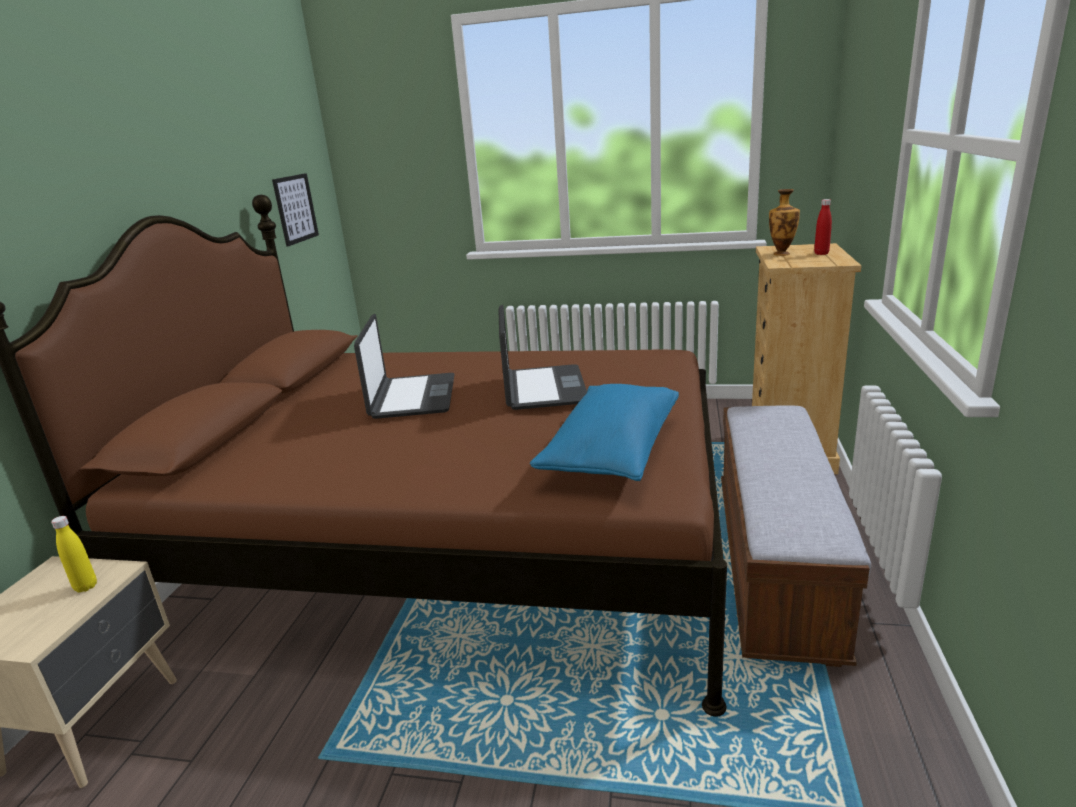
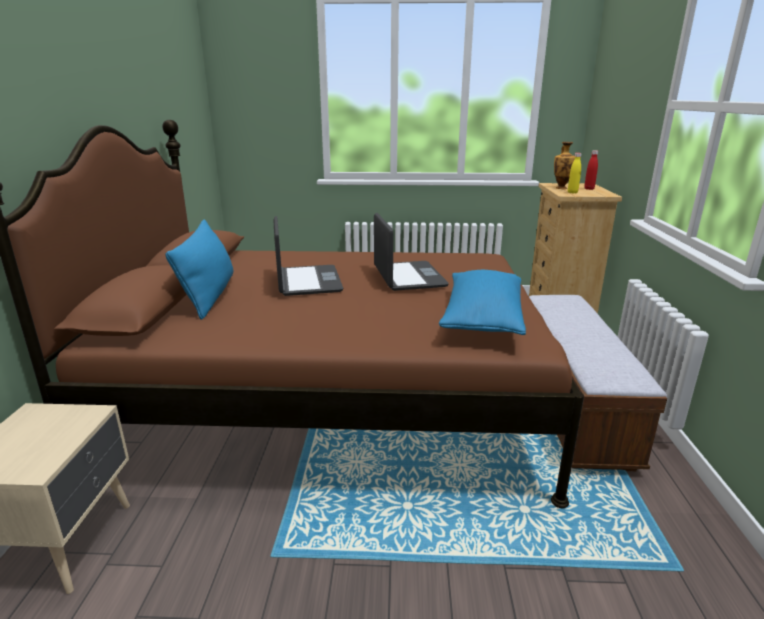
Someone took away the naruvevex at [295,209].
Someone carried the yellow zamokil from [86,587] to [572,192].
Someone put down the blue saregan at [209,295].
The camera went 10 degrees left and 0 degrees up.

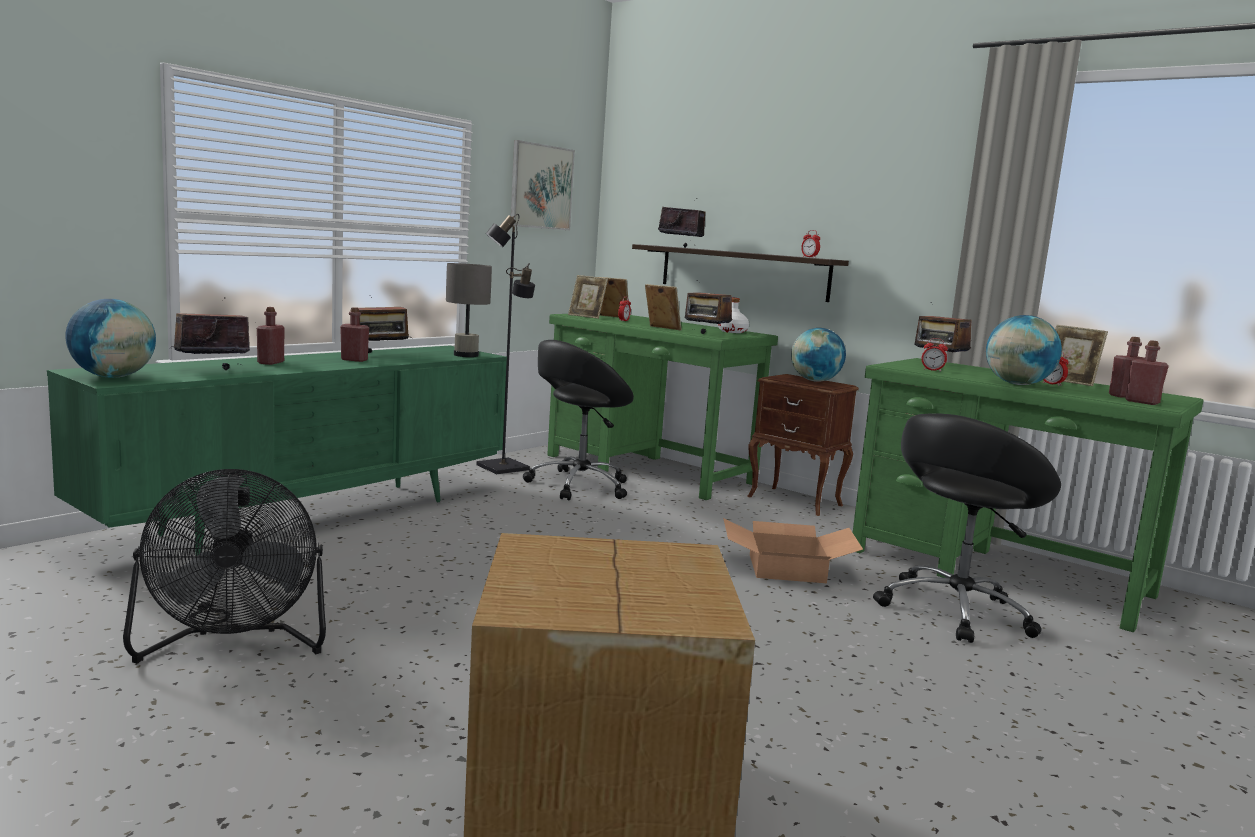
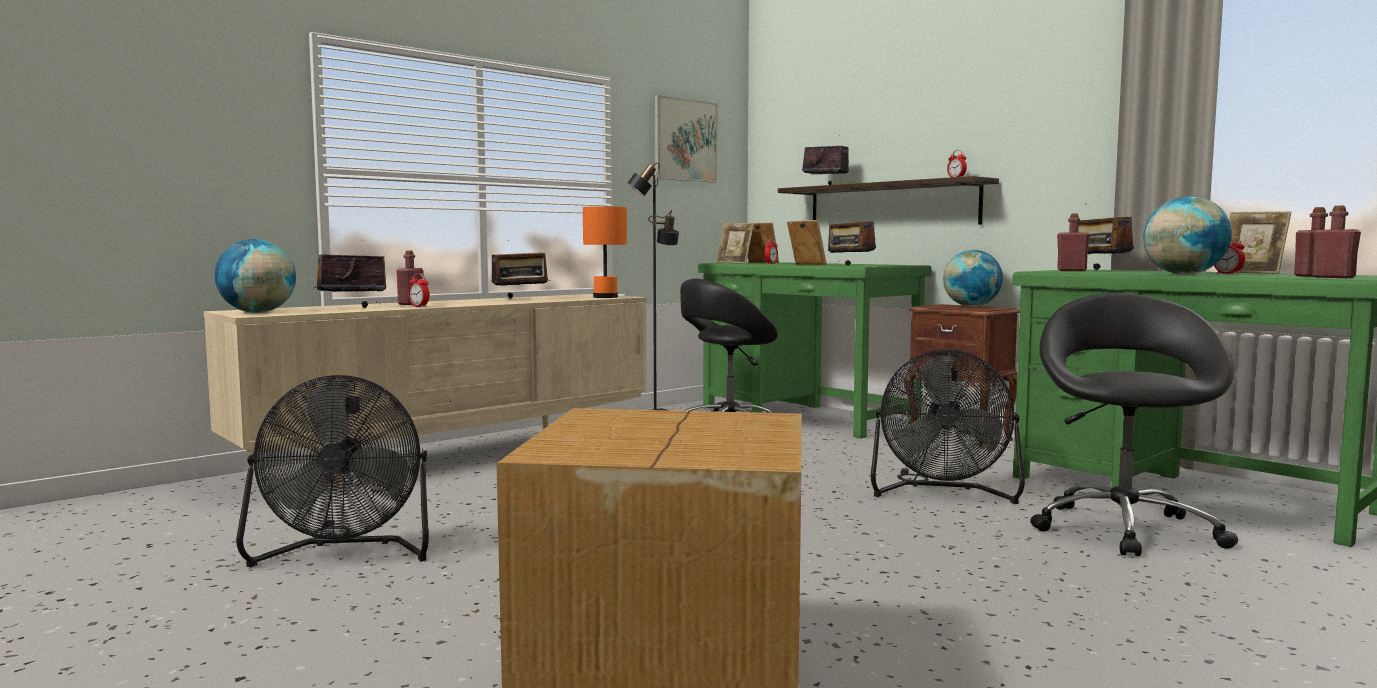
Someone repainted the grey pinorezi at [465,355], which became the orange pinorezi at [605,297].
Someone took away the white zamokil at [732,331].
Someone carried the red zamokil from [354,360] to [1071,271].
Someone carried the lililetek from [932,370] to [419,306].
Someone repainted the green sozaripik at [312,517], which became the beige sozaripik at [456,457].
Someone rotated the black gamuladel at [953,612] by 135 degrees clockwise.
Someone swapped the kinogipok at [787,568] for the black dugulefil at [937,492].
The camera went 10 degrees right and 5 degrees down.

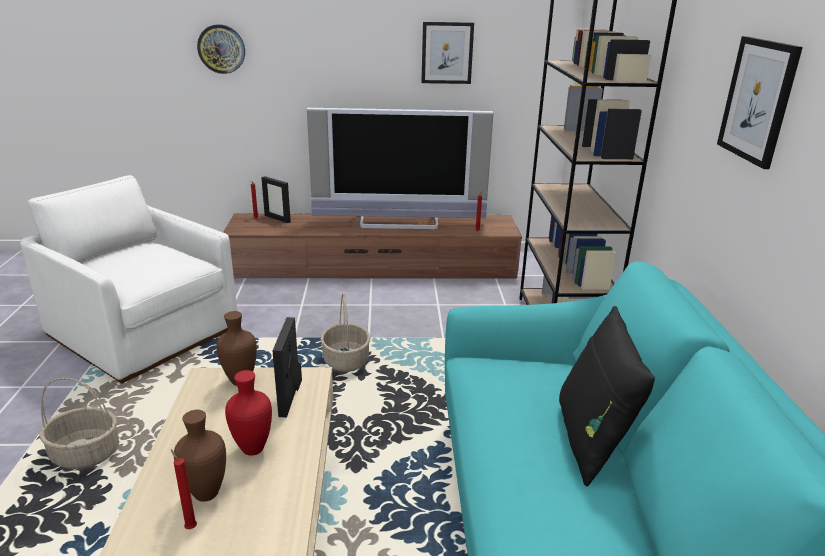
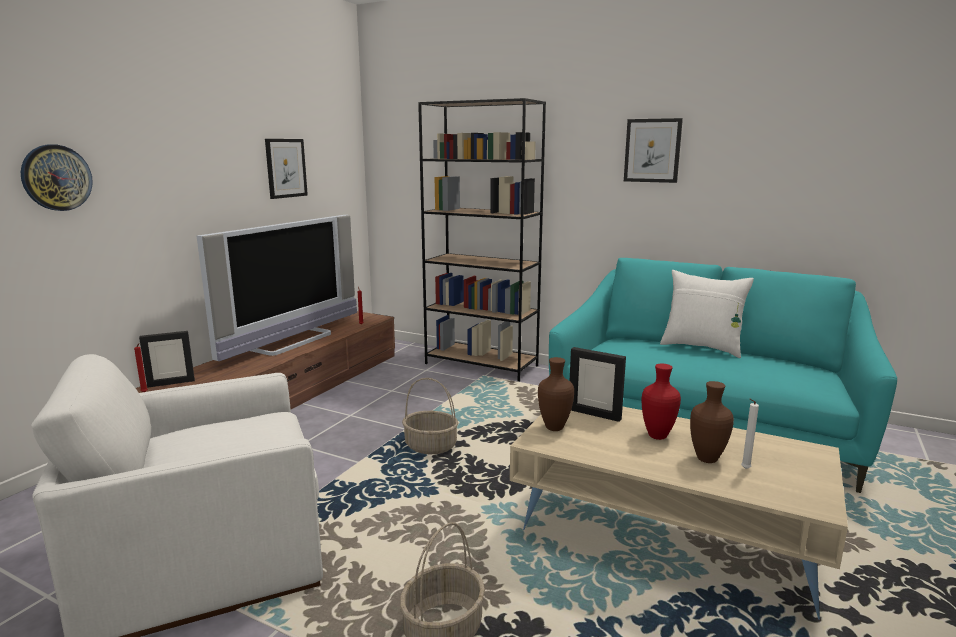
Someone repainted the black saregan at [591,441], which became the white saregan at [701,348].
Someone repainted the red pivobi at [190,527], which became the white pivobi at [744,469].
The camera went 60 degrees left and 10 degrees down.

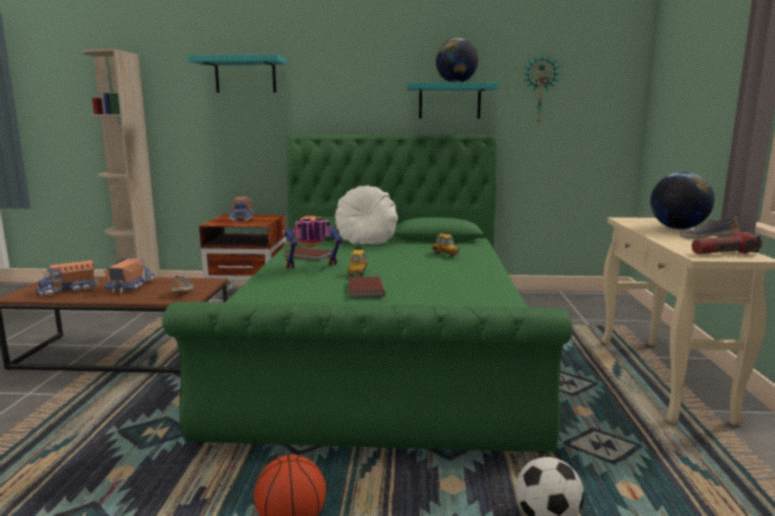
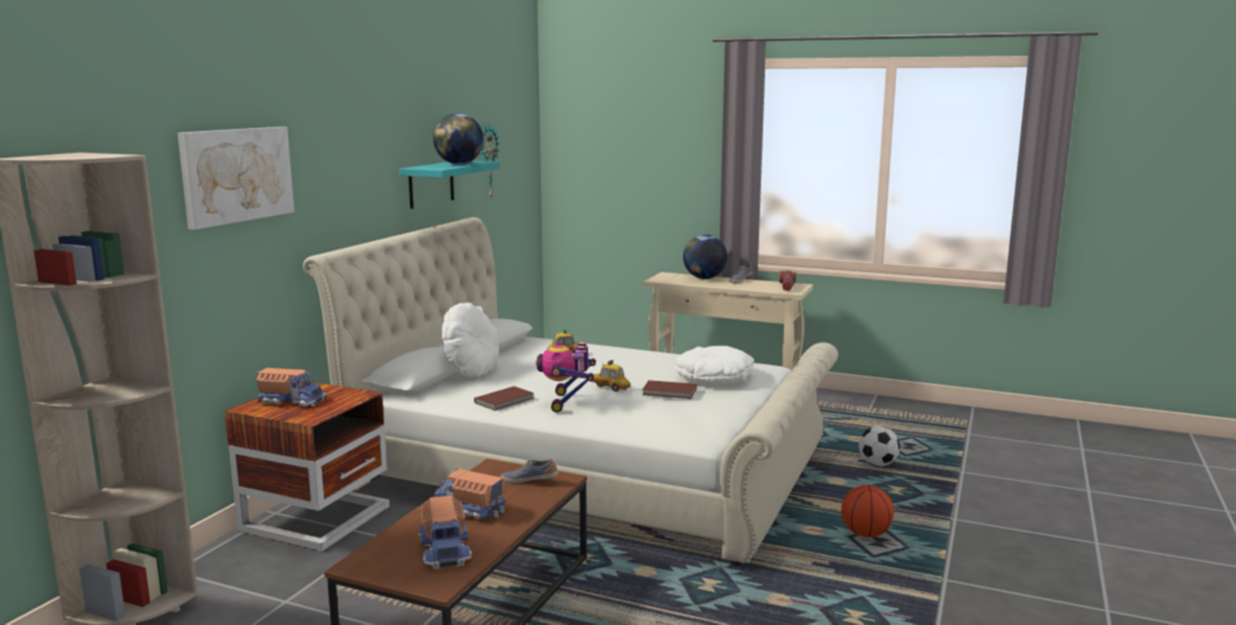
Someone swapped the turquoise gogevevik at [245,76] for the naruvevex at [236,175].
Someone repainted the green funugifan at [382,347], which became the beige funugifan at [587,466].
Someone put down the white saregan at [713,378].
The camera went 70 degrees left and 0 degrees up.

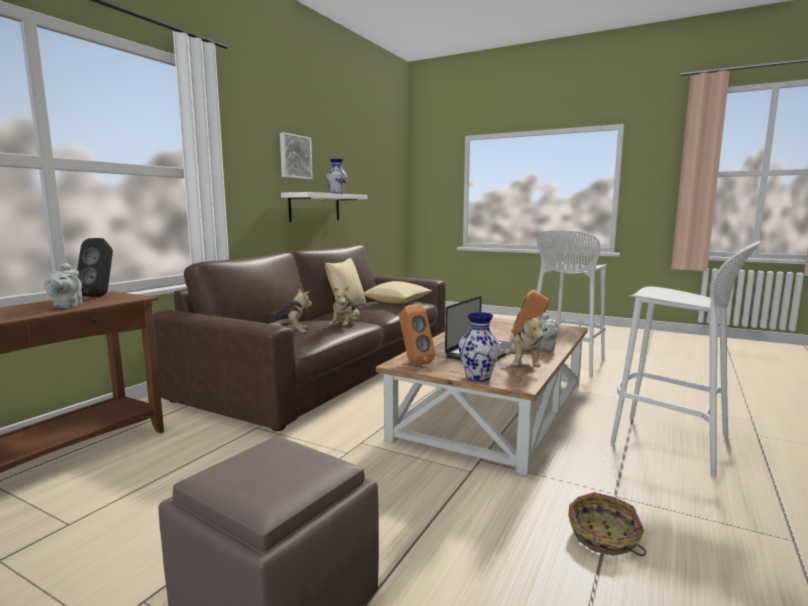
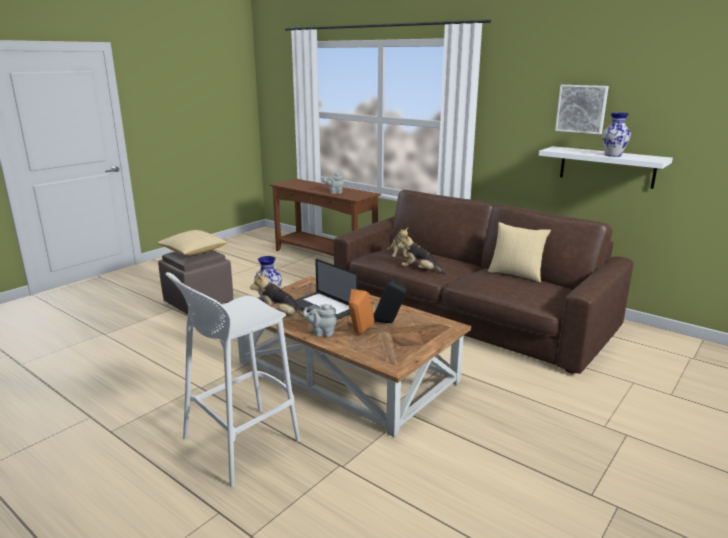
Someone took away the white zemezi at [567,363].
Someone carried the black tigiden from [100,296] to [389,322].
Someone carried the saregan from [398,302] to [192,252].
Someone took away the orange tigiden at [414,362].
Someone took away the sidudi at [604,537].
The camera went 100 degrees right and 10 degrees up.

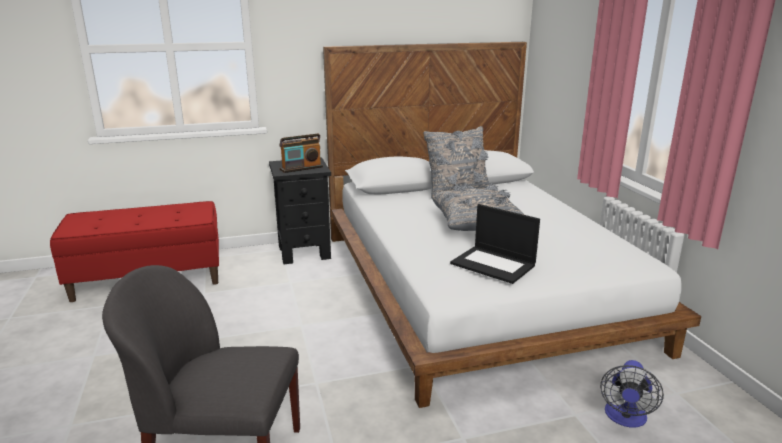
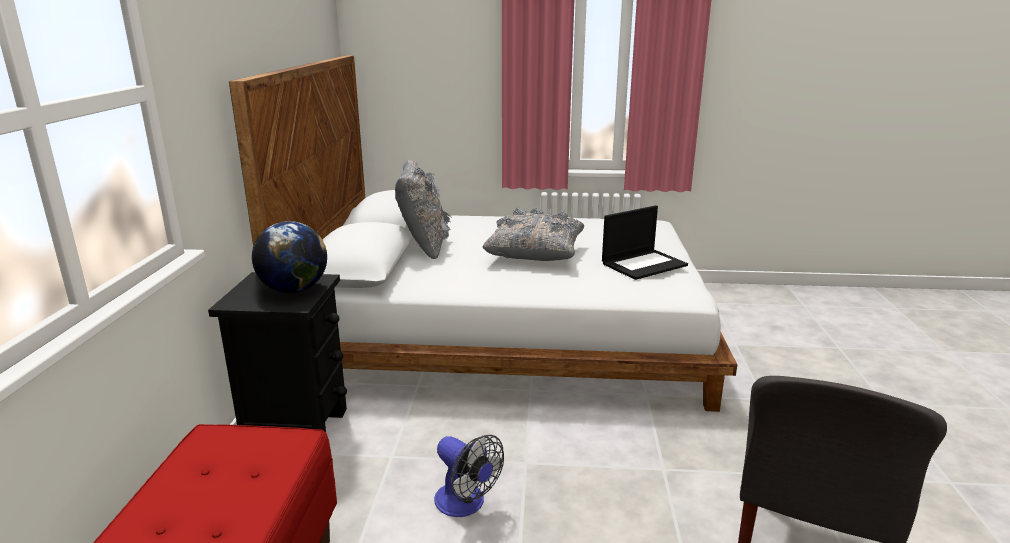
Someone swapped the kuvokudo at [301,168] for the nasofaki at [294,290].
Someone carried the dugulefil from [625,418] to [466,504].
The camera went 70 degrees left and 0 degrees up.

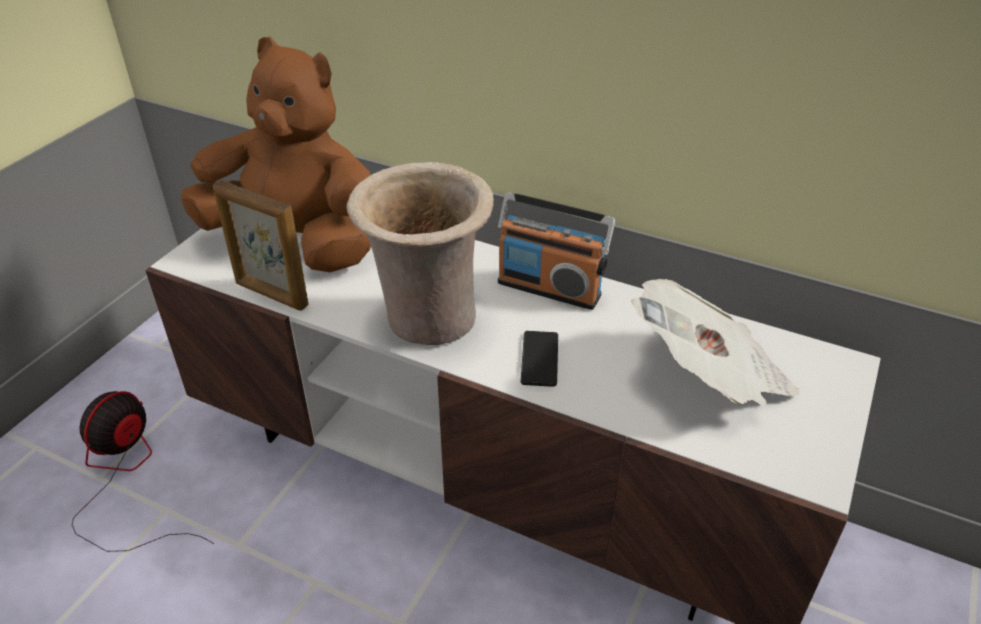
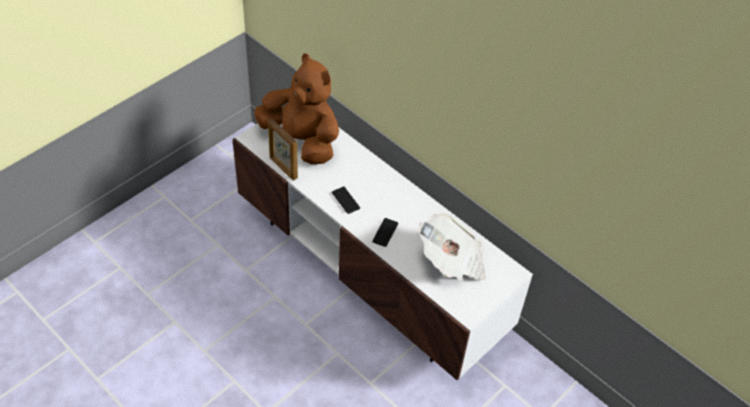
Someone swapped the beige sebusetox at [427,321] for the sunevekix at [345,200].
Someone took away the kuvokudo at [549,288].
Someone took away the dugulefil at [127,479].
The camera went 15 degrees right and 10 degrees up.

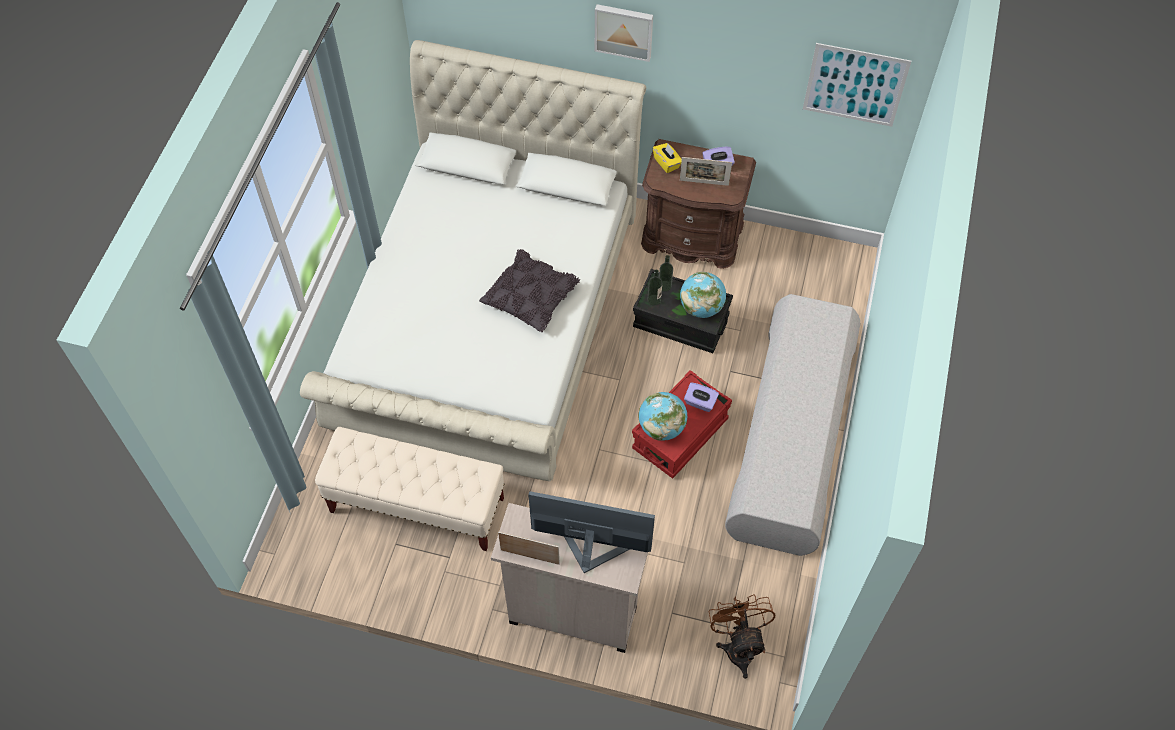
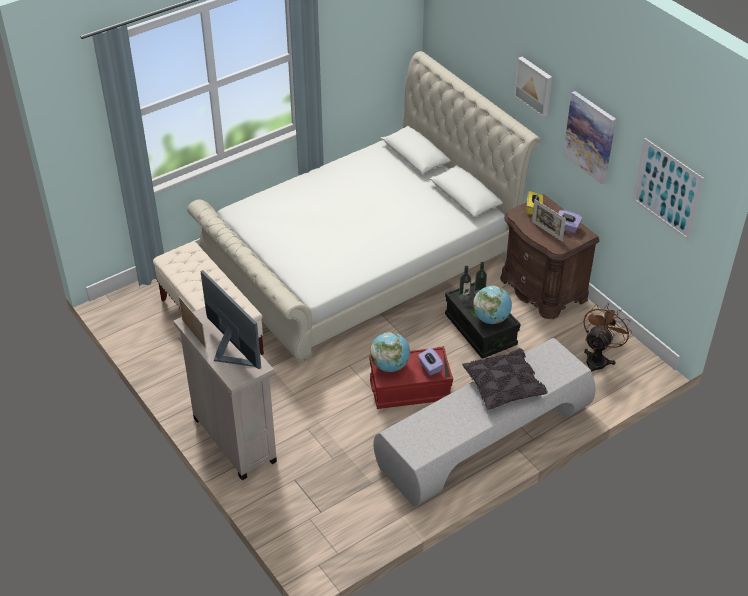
Someone carried the black saregan from [530,297] to [504,386].
Someone carried the brown dugulefil from [738,646] to [598,359].
Someone put up the naruvevex at [590,137].
The camera went 40 degrees right and 15 degrees down.

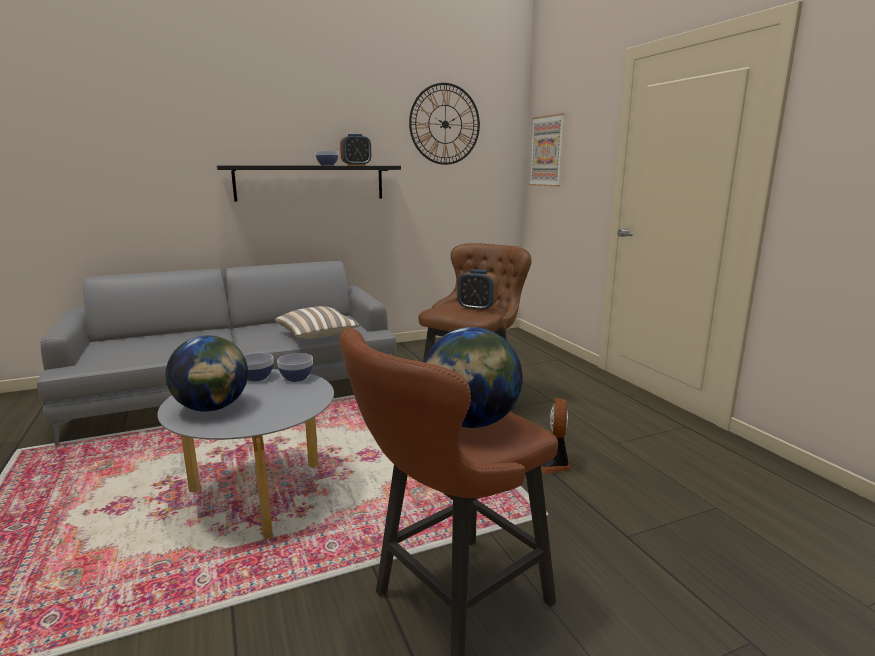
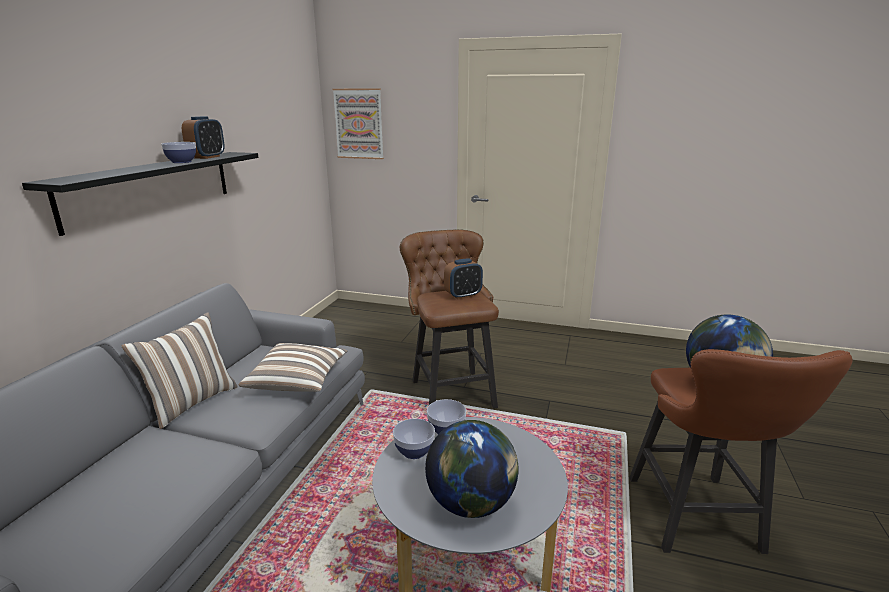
Someone took away the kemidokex at [445,124].
Someone took away the dugulefil at [553,464].
Someone put down the saregan at [191,402].
The camera went 50 degrees left and 5 degrees up.

